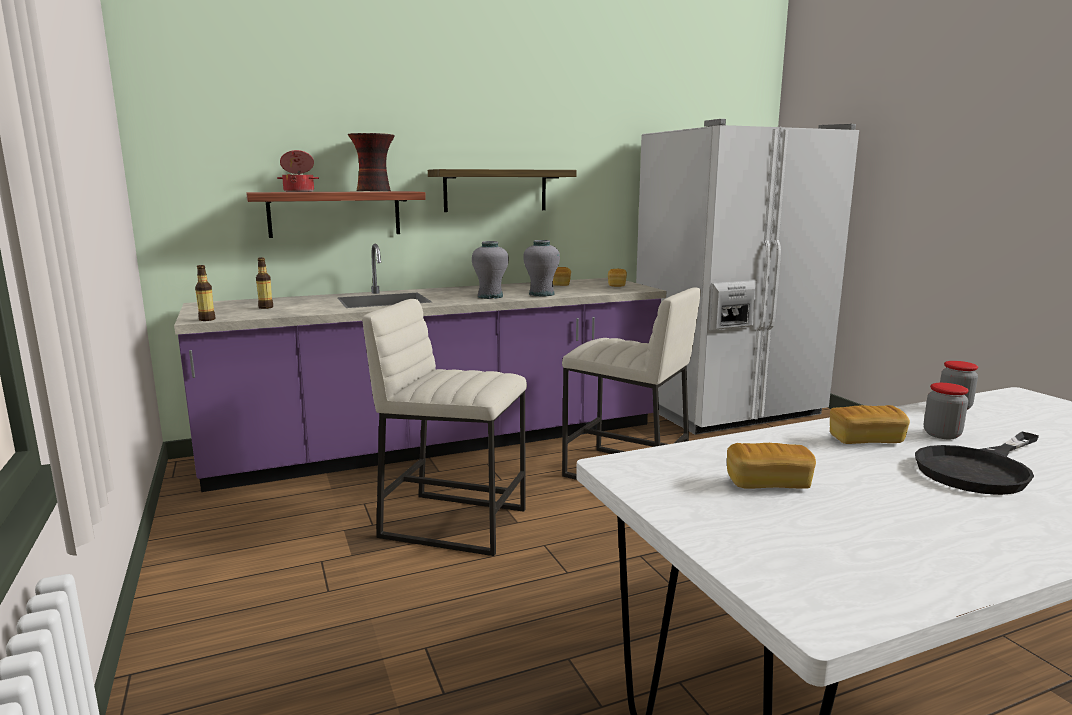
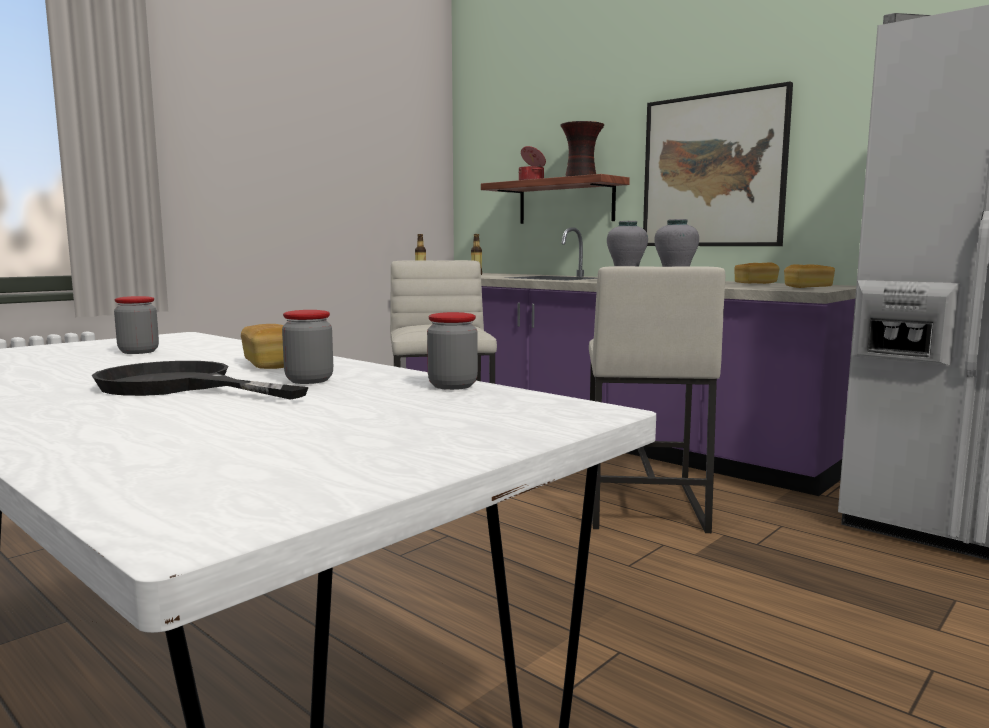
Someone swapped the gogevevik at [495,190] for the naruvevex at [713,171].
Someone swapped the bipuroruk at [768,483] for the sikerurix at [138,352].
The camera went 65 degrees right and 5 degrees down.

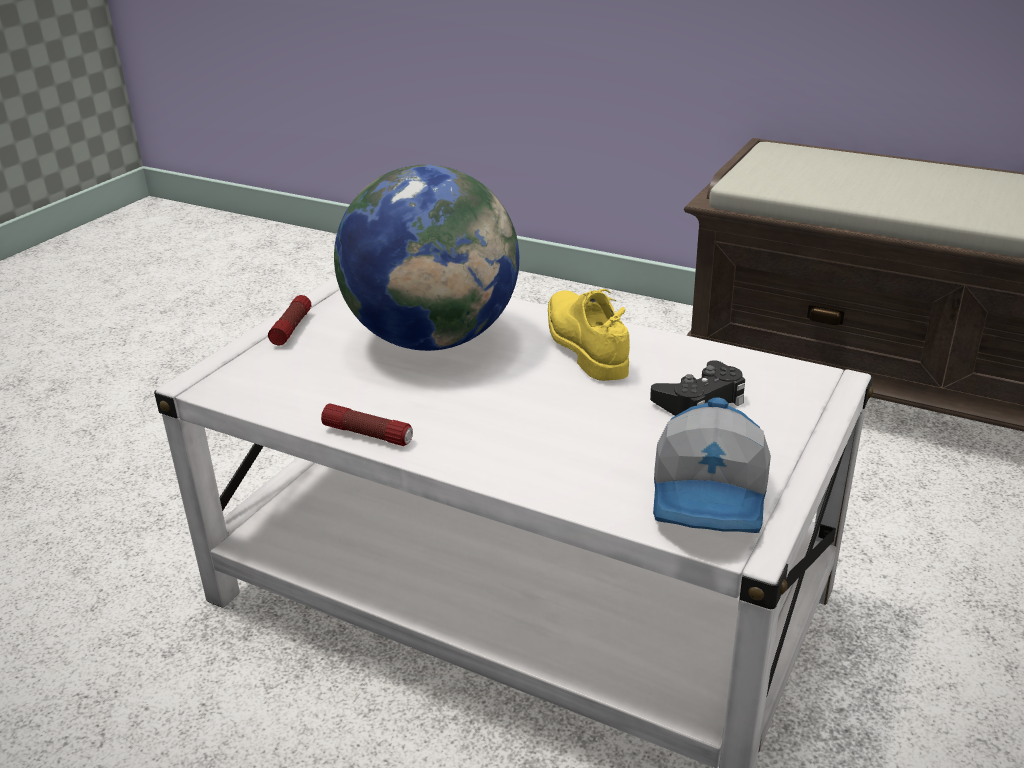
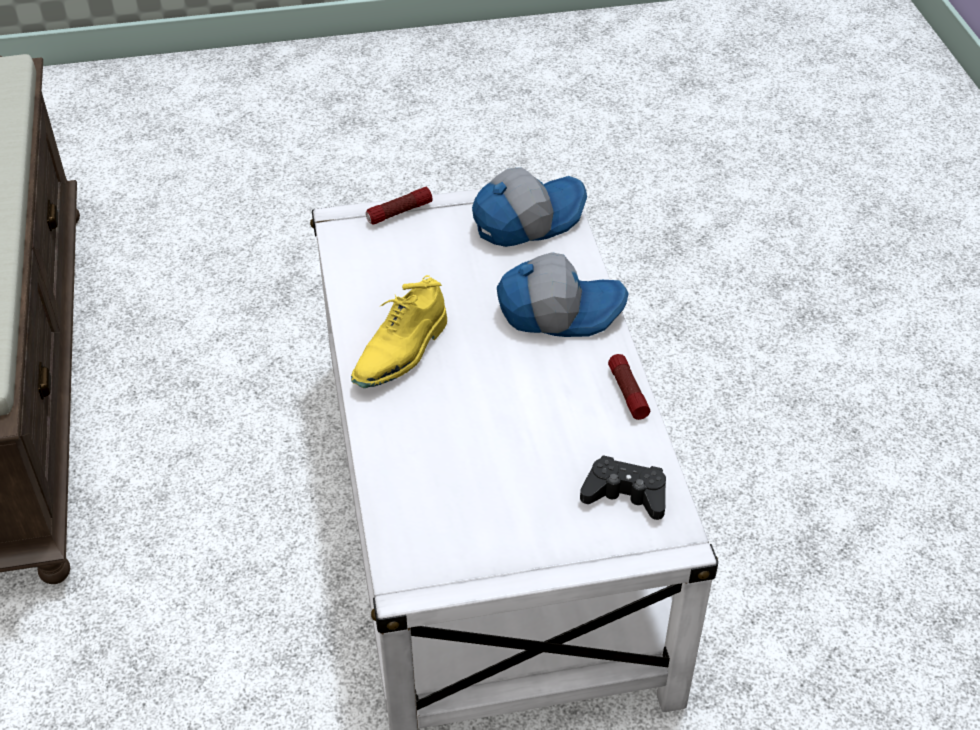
Someone took away the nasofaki at [433,339].
Someone carried the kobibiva from [291,328] to [399,212].
Someone carried the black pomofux from [700,400] to [625,494].
Someone put down the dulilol at [560,310].
The camera went 130 degrees left and 15 degrees up.

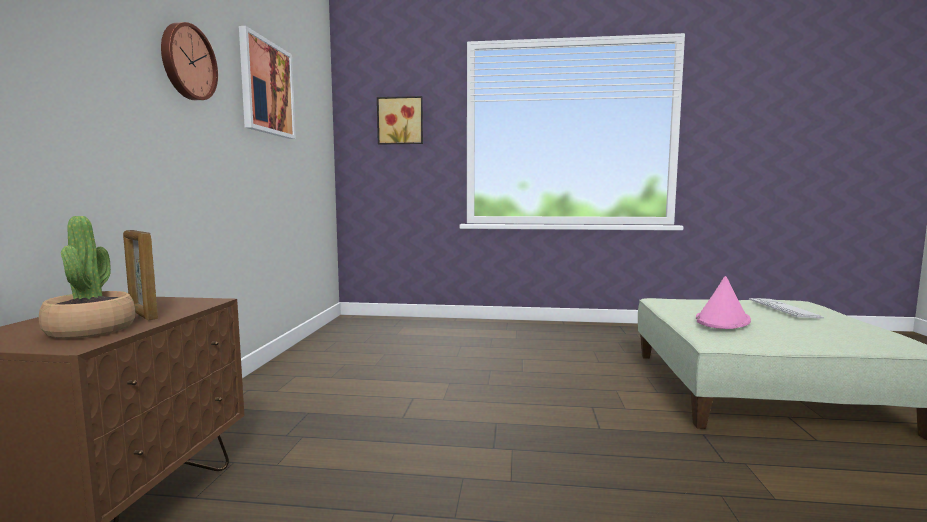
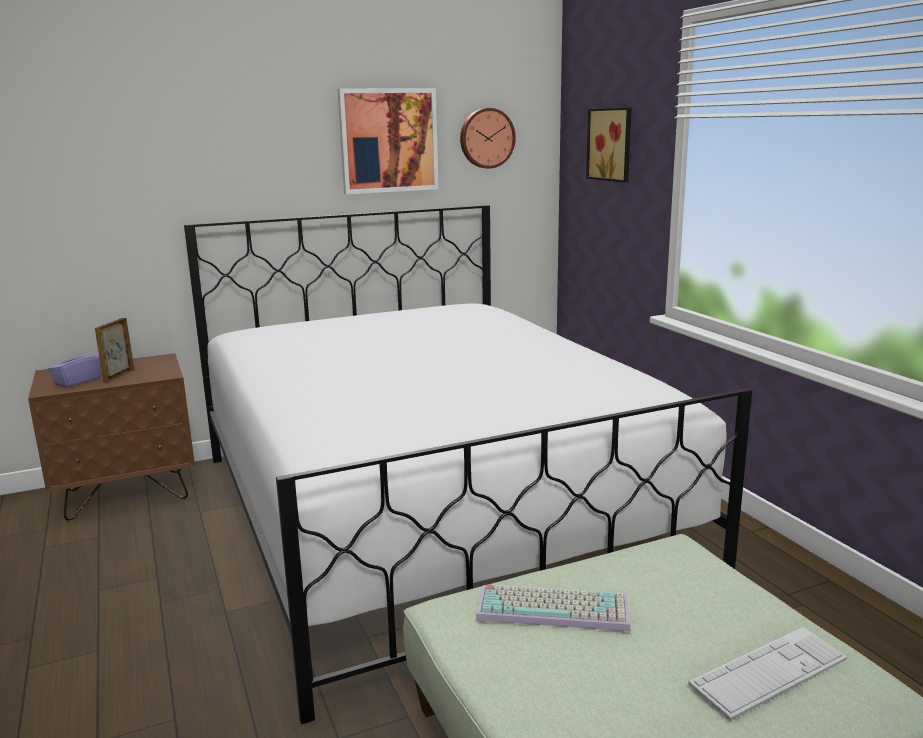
Someone carried the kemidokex from [187,62] to [486,138].
Someone swapped the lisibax at [91,330] for the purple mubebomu at [77,381].
Someone swapped the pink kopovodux at [722,321] for the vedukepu at [555,608].
Someone put down the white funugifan at [427,514].
The camera went 60 degrees right and 10 degrees up.

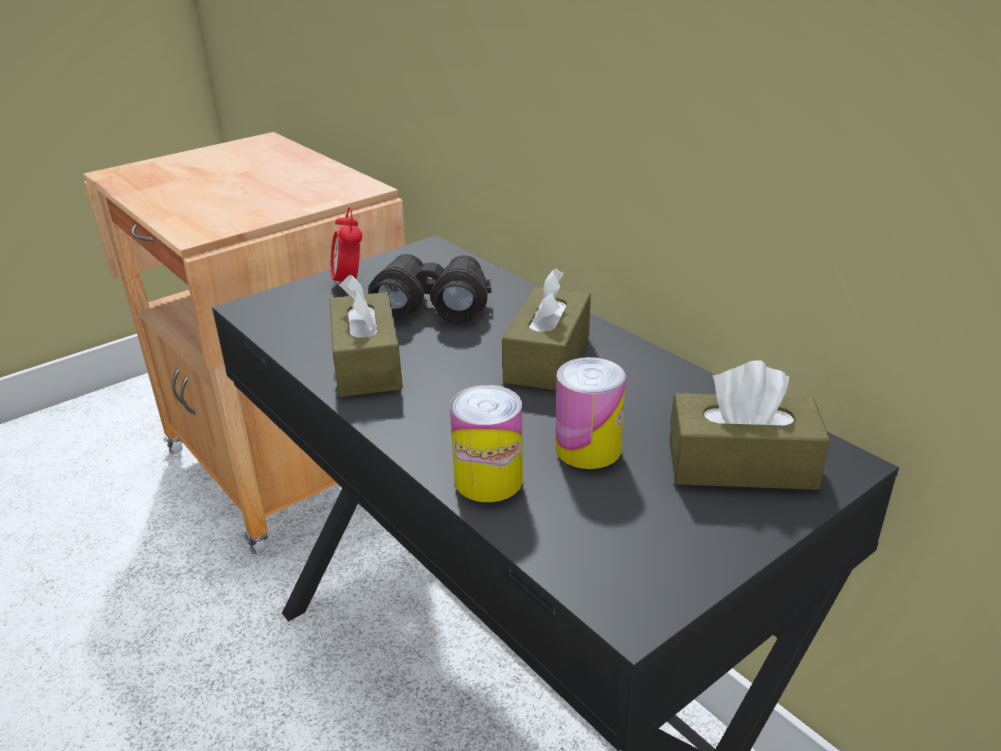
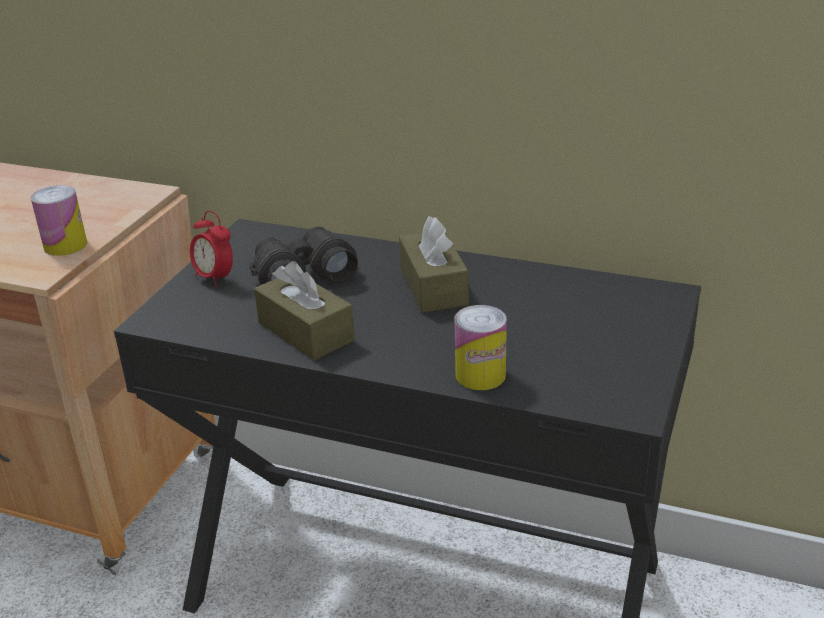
Someone carried the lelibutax from [588,448] to [65,245].
Someone took away the brown mubebomu at [741,464].
The camera went 30 degrees left and 0 degrees up.

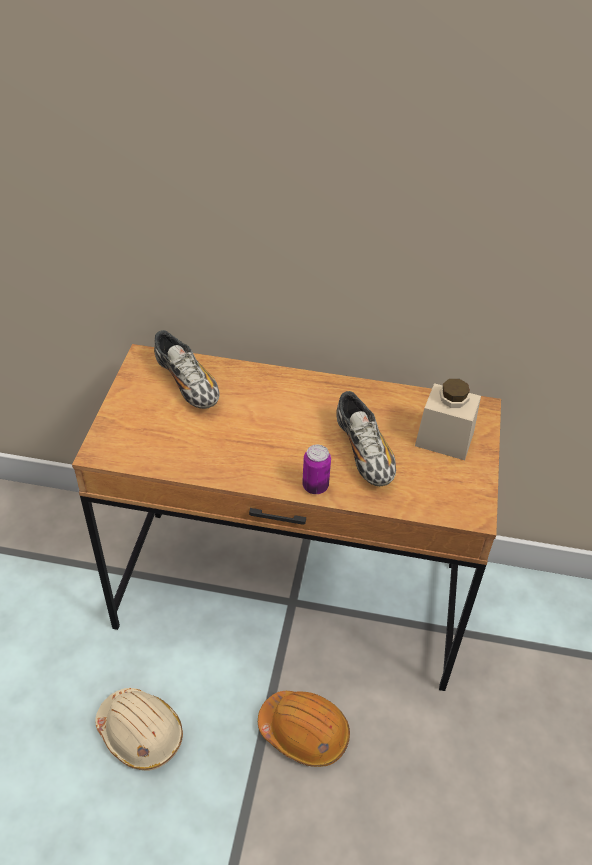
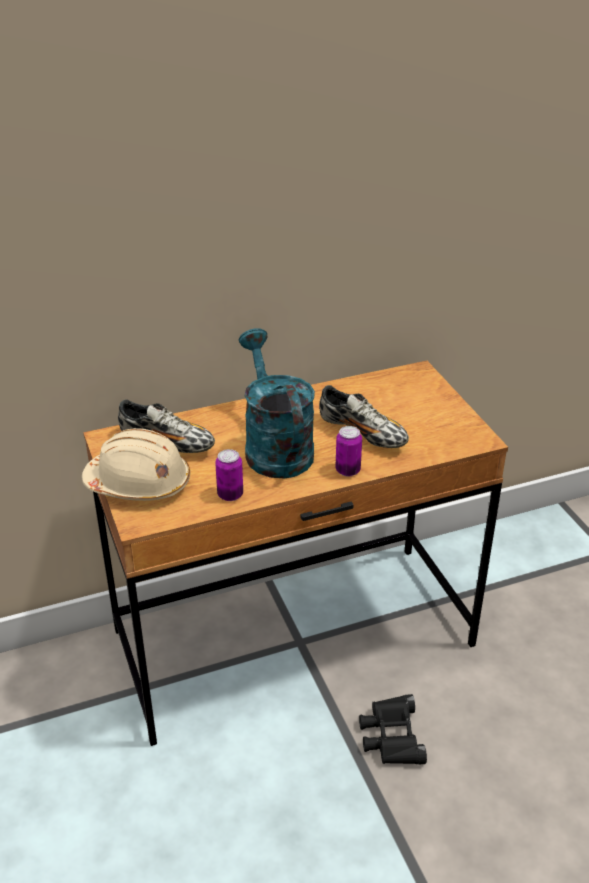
Someone took away the beige sikerurix at [444,439].
Someone carried the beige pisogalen from [140,733] to [139,484].
Someone swapped the orange pisogalen at [304,732] for the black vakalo at [391,735].
Someone put down the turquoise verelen at [274,447].
Someone put down the lelibutax at [230,495].
The camera went 30 degrees left and 10 degrees down.

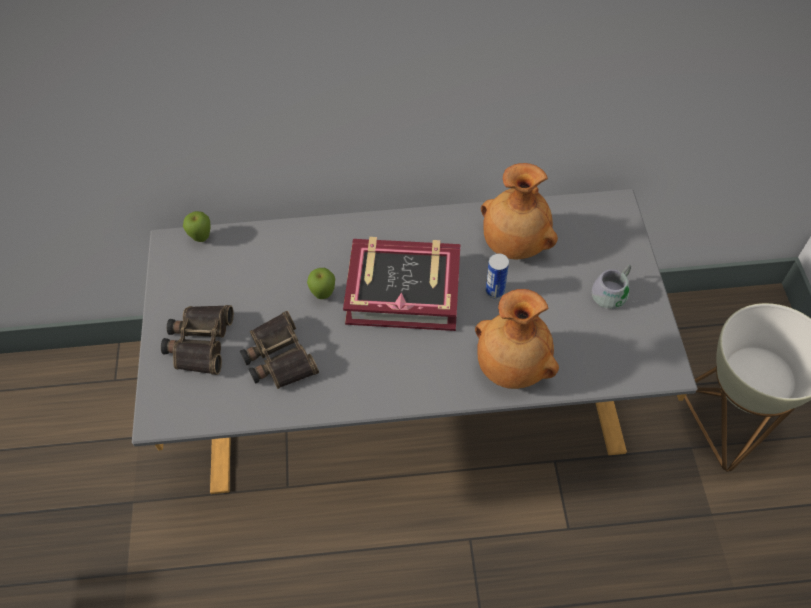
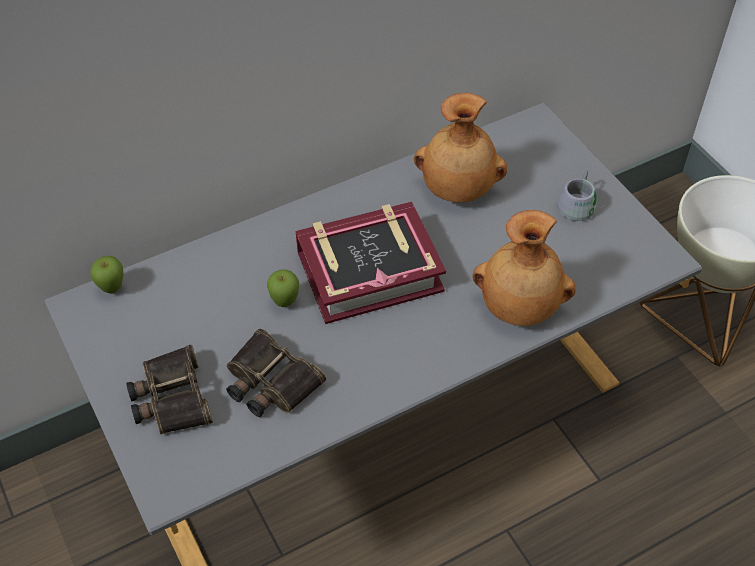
Someone took away the lelibutax at [495,291].
The camera went 25 degrees left and 5 degrees down.

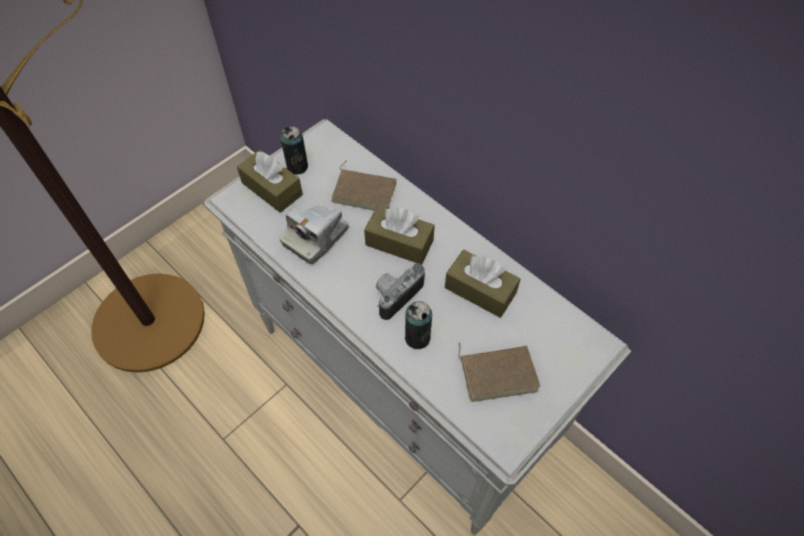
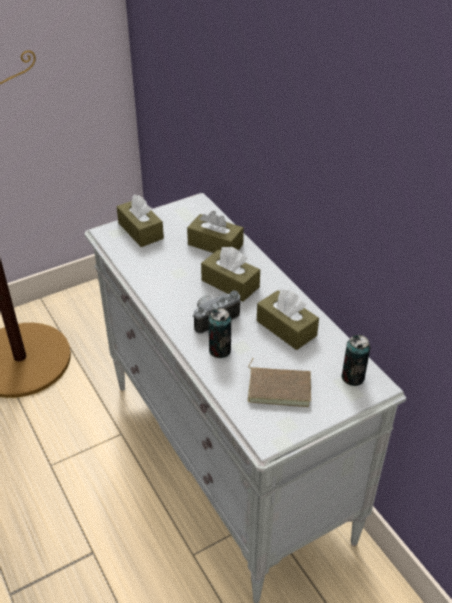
Someone carried the lelibutax from [297,166] to [353,377].
Someone swapped the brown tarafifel at [365,191] for the brown mubebomu at [215,244].
Someone took away the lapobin at [315,237].
The camera went 15 degrees right and 15 degrees down.

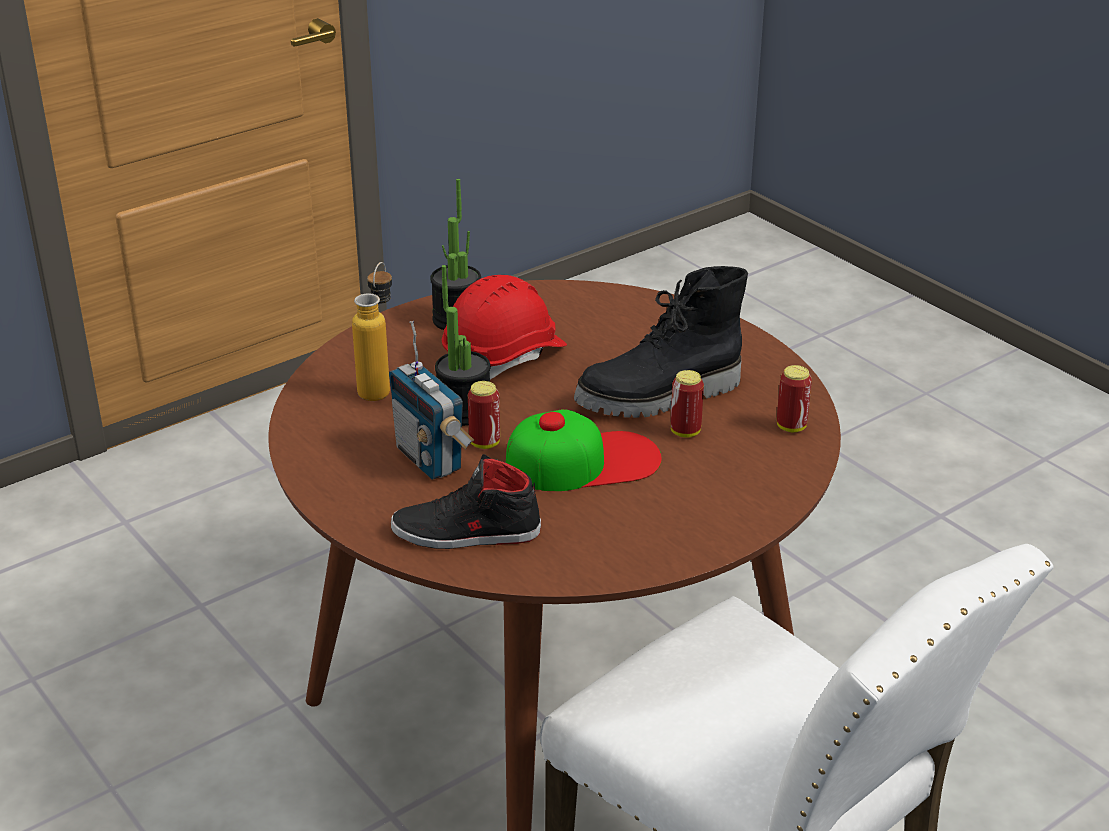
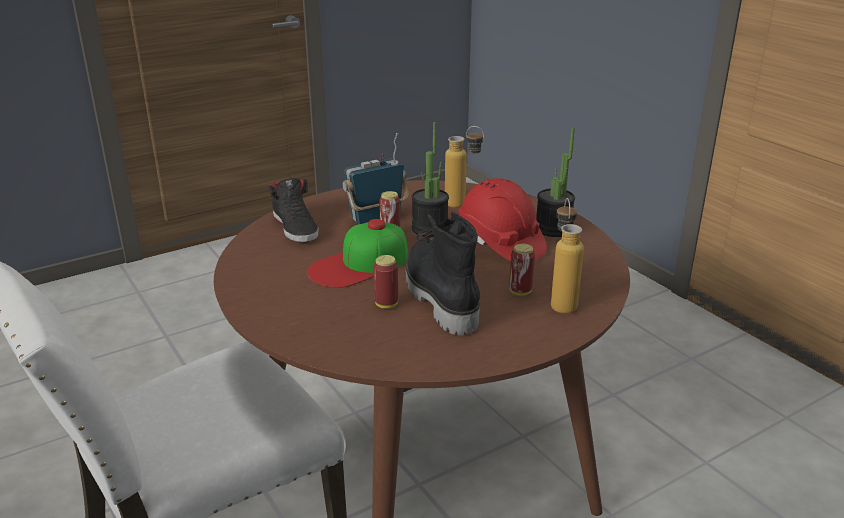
Someone carried the lelibutax from [791,427] to [520,292].
Someone rotated the dulilol at [583,461] by 60 degrees clockwise.
Someone rotated the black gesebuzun at [466,533] by 150 degrees clockwise.
Someone put down the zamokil at [561,302].
The camera went 95 degrees right and 5 degrees down.

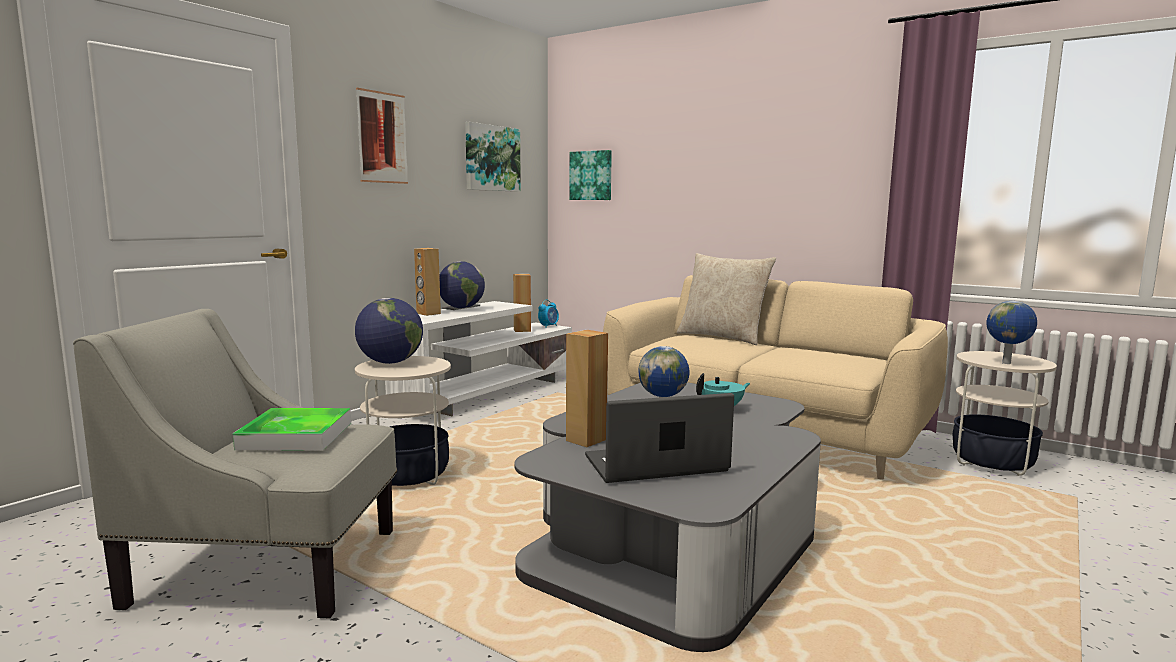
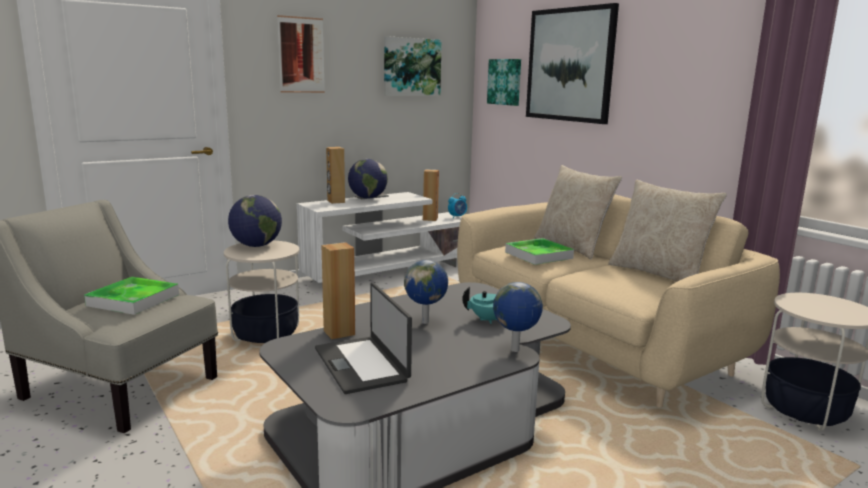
Someone carried the nasofaki from [1007,363] to [515,350].
Someone rotated the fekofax at [656,465] by 120 degrees counterclockwise.
Someone put up the naruvevex at [570,65].
Someone put down the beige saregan at [658,274].
Someone put down the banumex at [538,255].
The camera went 20 degrees right and 5 degrees up.

